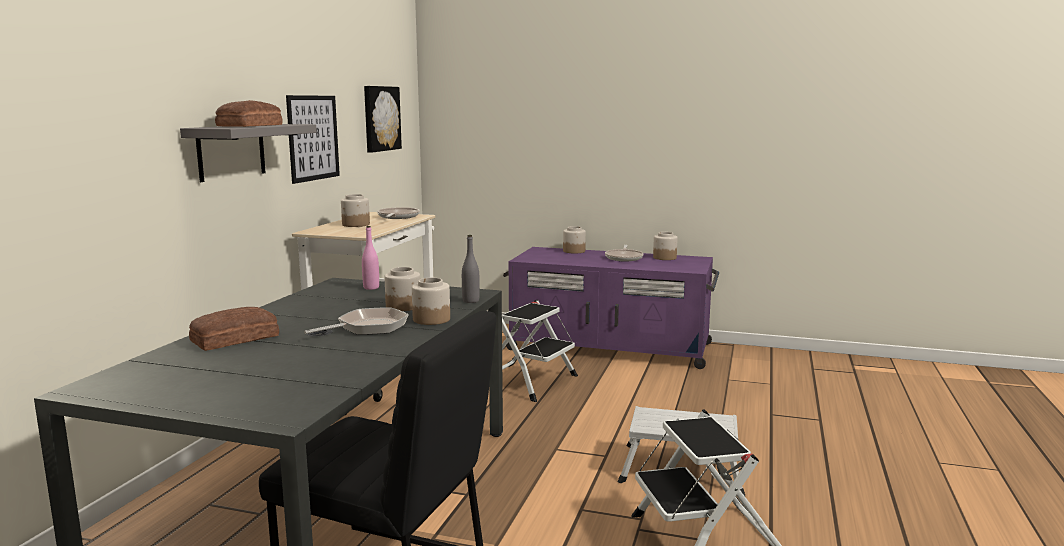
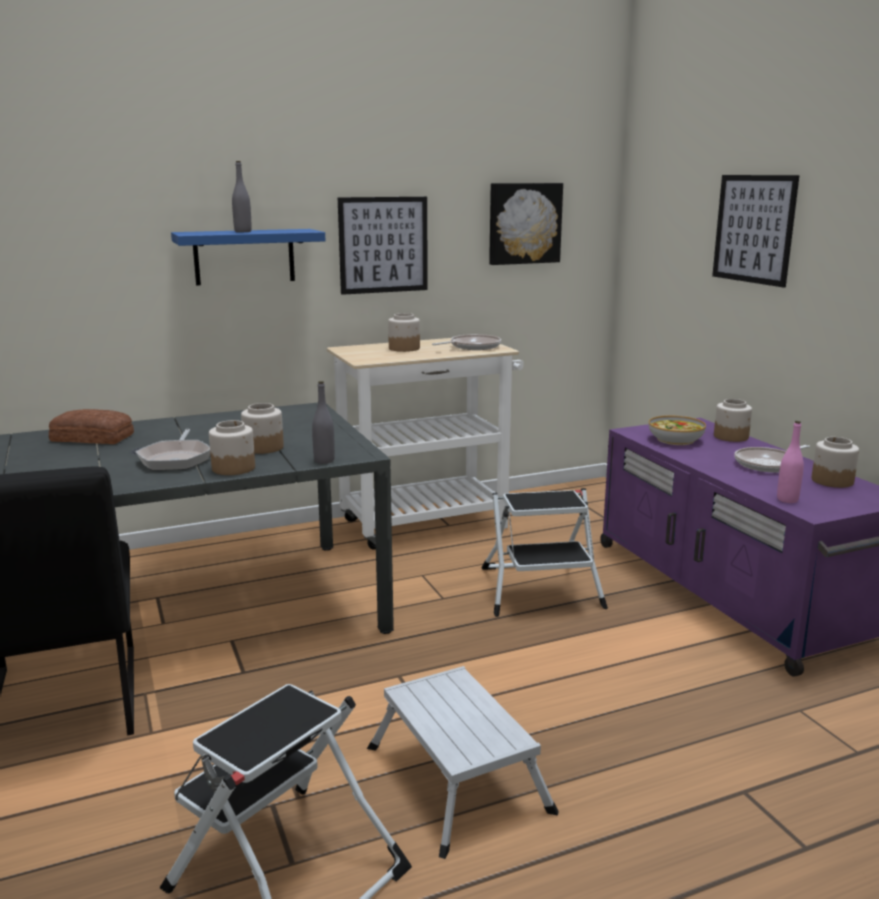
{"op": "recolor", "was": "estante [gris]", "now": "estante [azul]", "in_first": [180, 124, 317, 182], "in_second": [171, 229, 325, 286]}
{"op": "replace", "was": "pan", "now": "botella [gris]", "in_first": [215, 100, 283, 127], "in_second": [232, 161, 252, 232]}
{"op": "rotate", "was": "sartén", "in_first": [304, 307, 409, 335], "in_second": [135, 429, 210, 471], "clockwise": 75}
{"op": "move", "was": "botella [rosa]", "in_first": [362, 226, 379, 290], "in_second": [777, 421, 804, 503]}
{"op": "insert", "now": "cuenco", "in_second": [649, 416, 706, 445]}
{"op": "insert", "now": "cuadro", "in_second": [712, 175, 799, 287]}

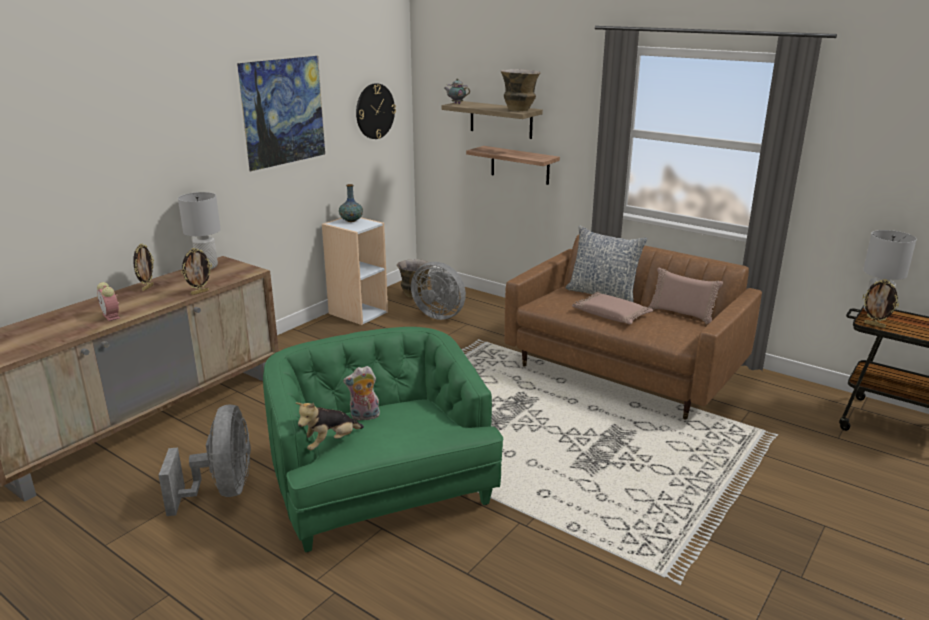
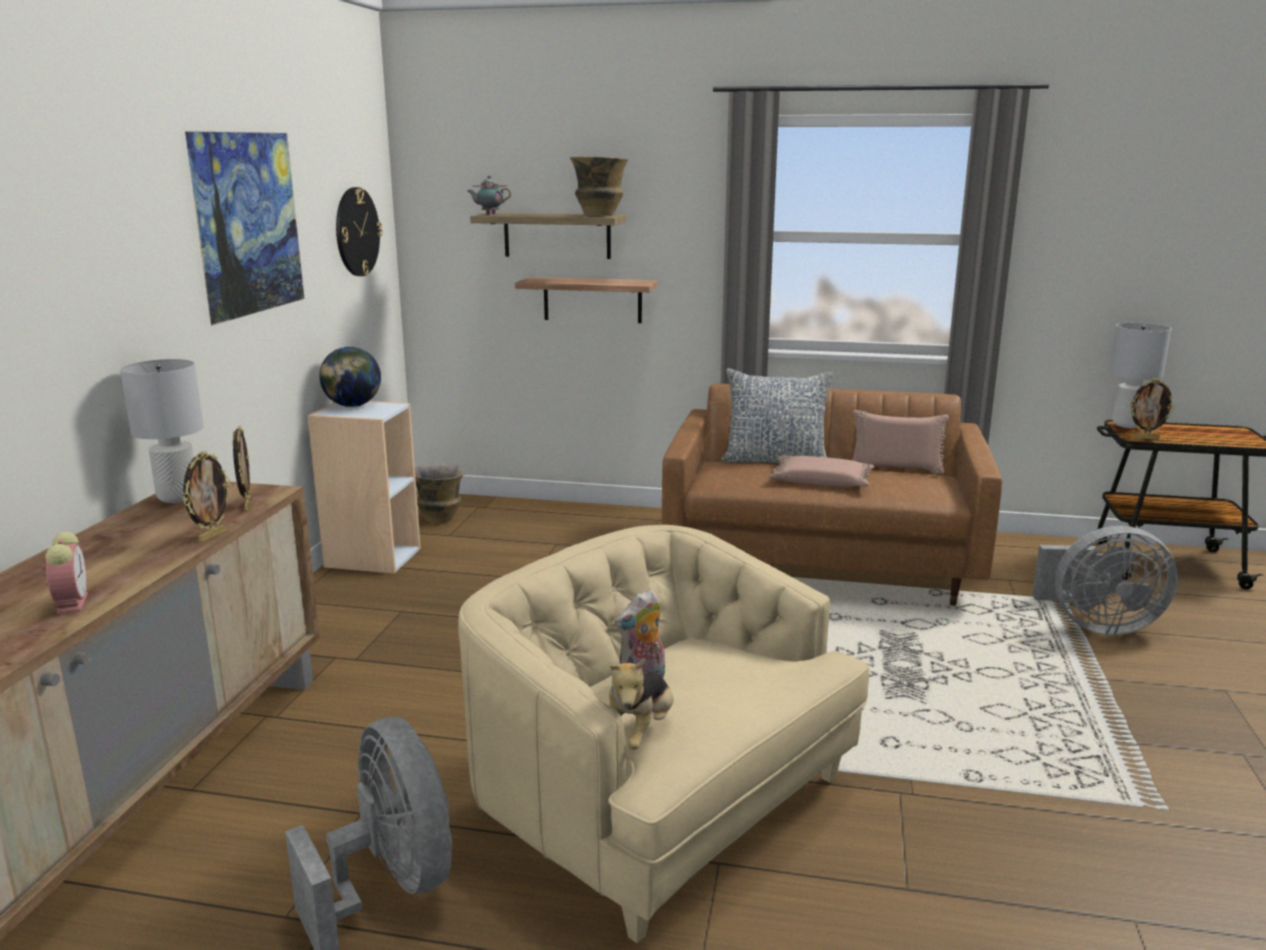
{"op": "rotate", "was": "despertador", "in_first": [97, 282, 120, 321], "in_second": [42, 532, 88, 614], "clockwise": -135}
{"op": "move", "was": "portarretratos", "in_first": [133, 244, 154, 291], "in_second": [233, 426, 252, 511]}
{"op": "recolor", "was": "sillón [verde]", "now": "sillón [beis]", "in_first": [263, 327, 503, 552], "in_second": [458, 525, 869, 943]}
{"op": "replace", "was": "florero", "now": "globo terráqueo", "in_first": [339, 184, 363, 222], "in_second": [319, 347, 381, 407]}
{"op": "move", "was": "ventilador [gris]", "in_first": [411, 262, 466, 320], "in_second": [1032, 526, 1178, 635]}

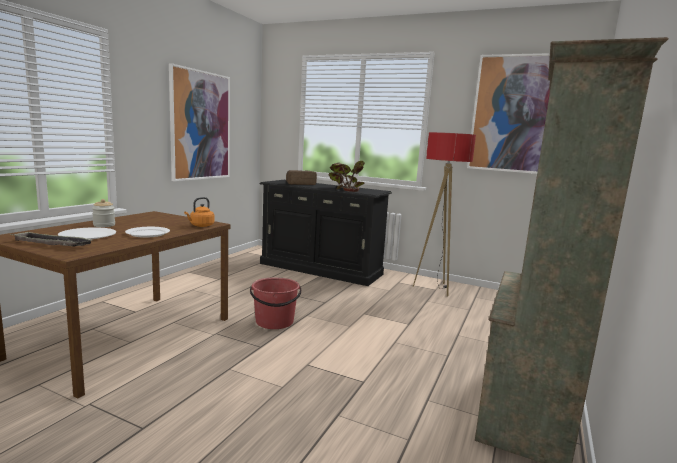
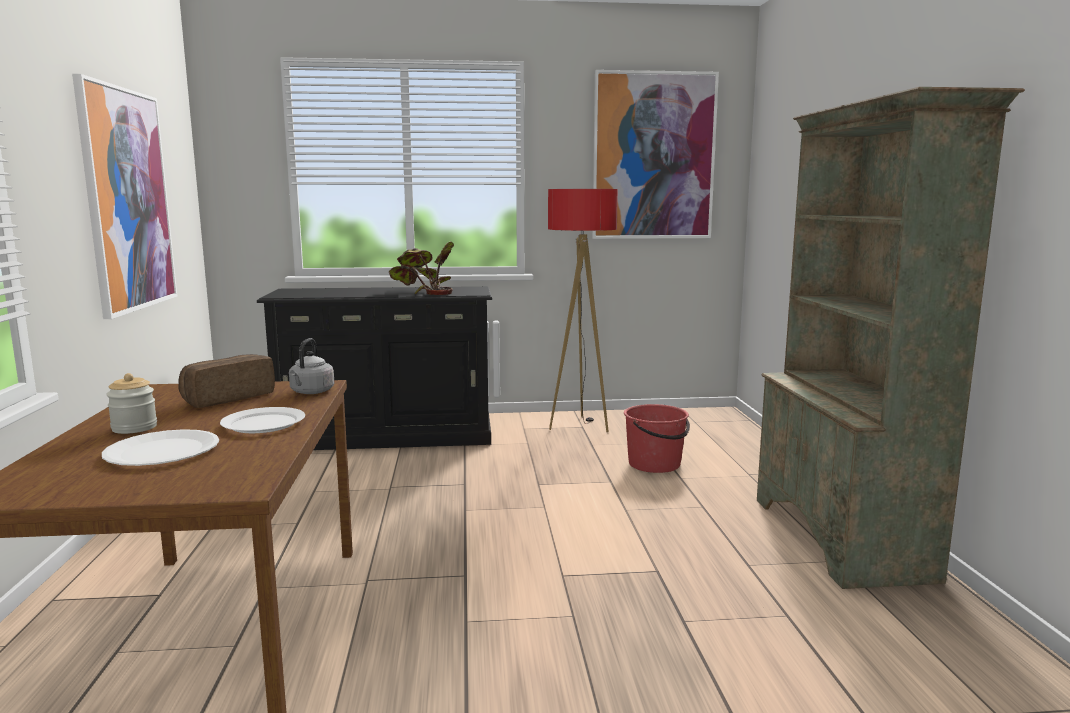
{"op": "delete", "was": "bandeja", "in_first": [10, 231, 91, 247]}
{"op": "recolor", "was": "hervidor [naranja]", "now": "hervidor [gris]", "in_first": [184, 197, 214, 227], "in_second": [289, 338, 334, 394]}
{"op": "move", "was": "cubo [rojo]", "in_first": [250, 277, 301, 329], "in_second": [624, 404, 690, 473]}
{"op": "move", "was": "pan", "in_first": [286, 170, 317, 185], "in_second": [178, 354, 275, 408]}

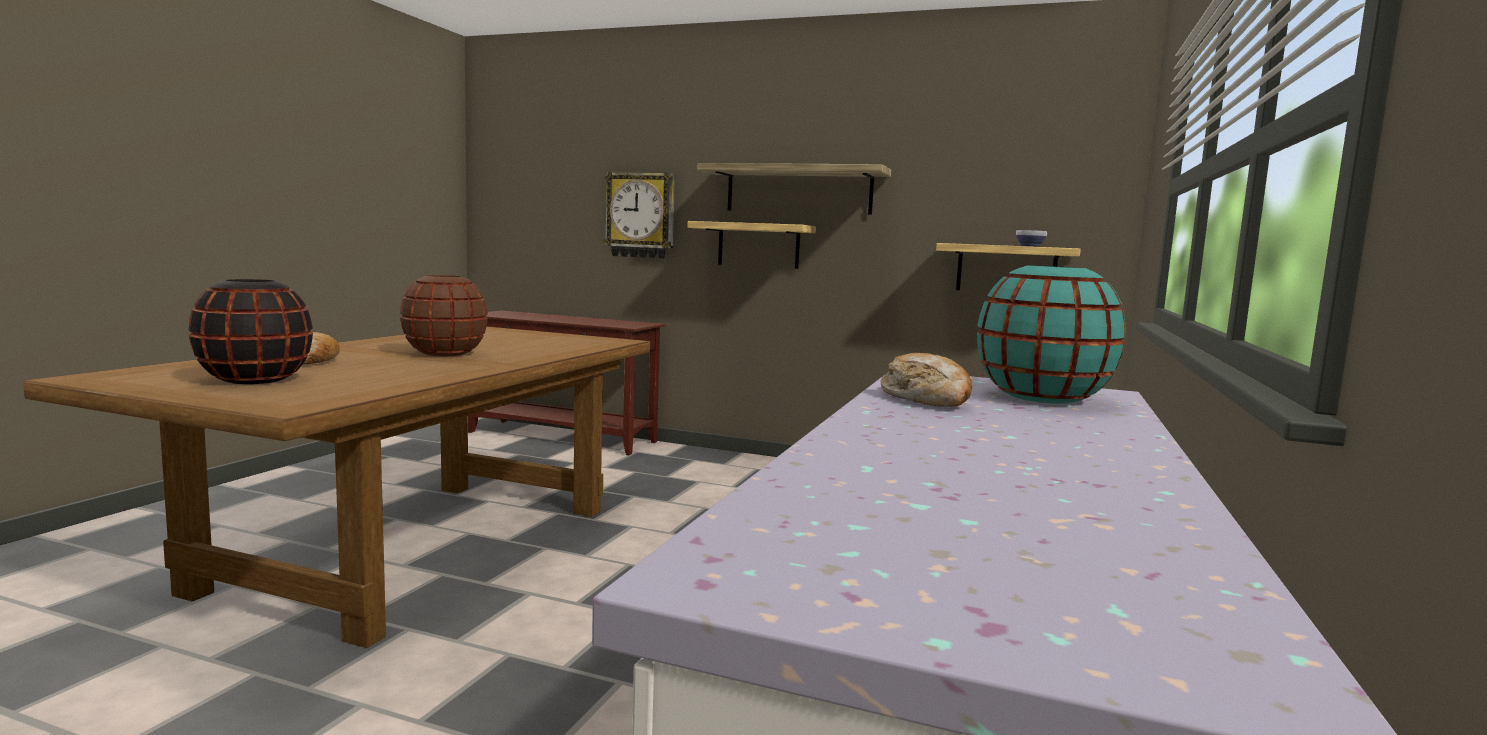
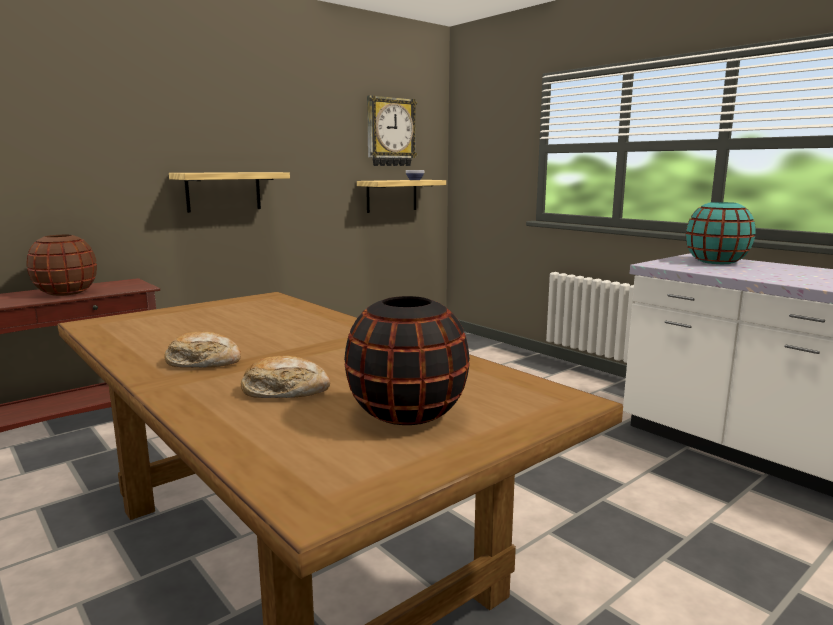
{"op": "move", "was": "florero [marrón]", "in_first": [400, 275, 488, 356], "in_second": [27, 235, 97, 296]}
{"op": "move", "was": "reloj de pared", "in_first": [604, 172, 675, 259], "in_second": [367, 95, 417, 166]}
{"op": "delete", "was": "estante", "in_first": [697, 163, 891, 215]}
{"op": "move", "was": "pan", "in_first": [880, 353, 972, 407], "in_second": [164, 332, 241, 368]}

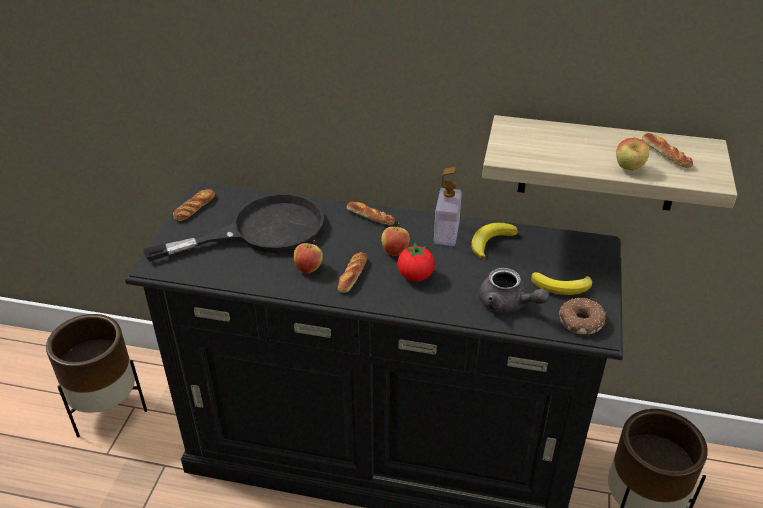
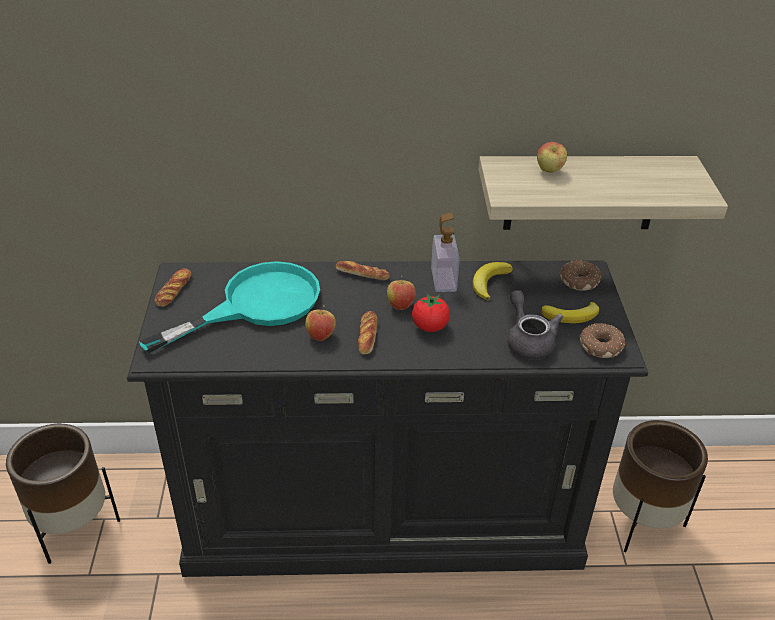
{"op": "recolor", "was": "sartén [negro]", "now": "sartén [turquesa]", "in_first": [143, 193, 324, 261], "in_second": [139, 261, 320, 354]}
{"op": "rotate", "was": "tetera [gris]", "in_first": [479, 268, 549, 313], "in_second": [507, 290, 563, 359], "clockwise": -135}
{"op": "move", "was": "manzana", "in_first": [616, 138, 649, 170], "in_second": [537, 142, 567, 173]}
{"op": "delete", "was": "pan", "in_first": [642, 133, 693, 168]}
{"op": "insert", "now": "rosquilla", "in_second": [559, 260, 602, 291]}

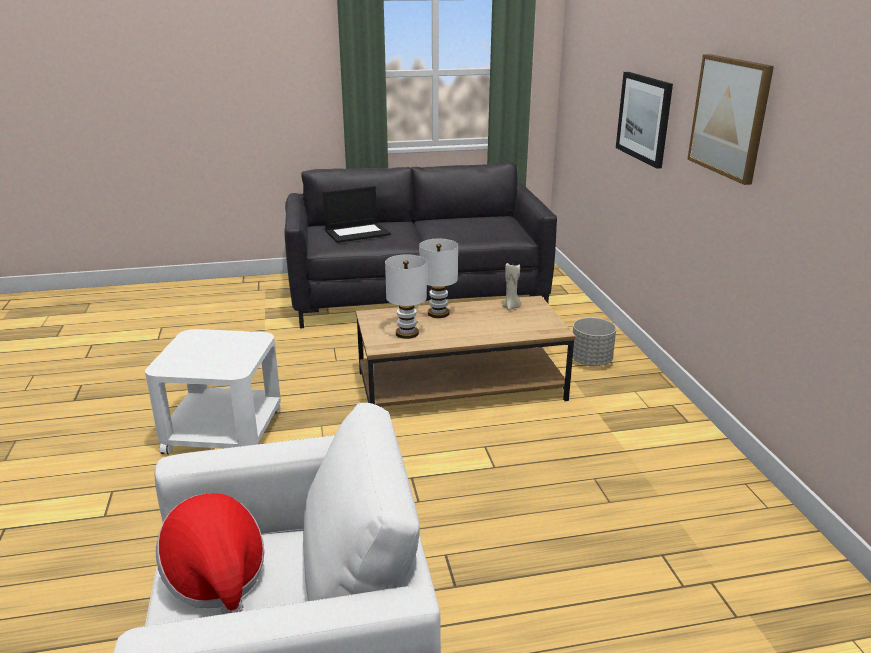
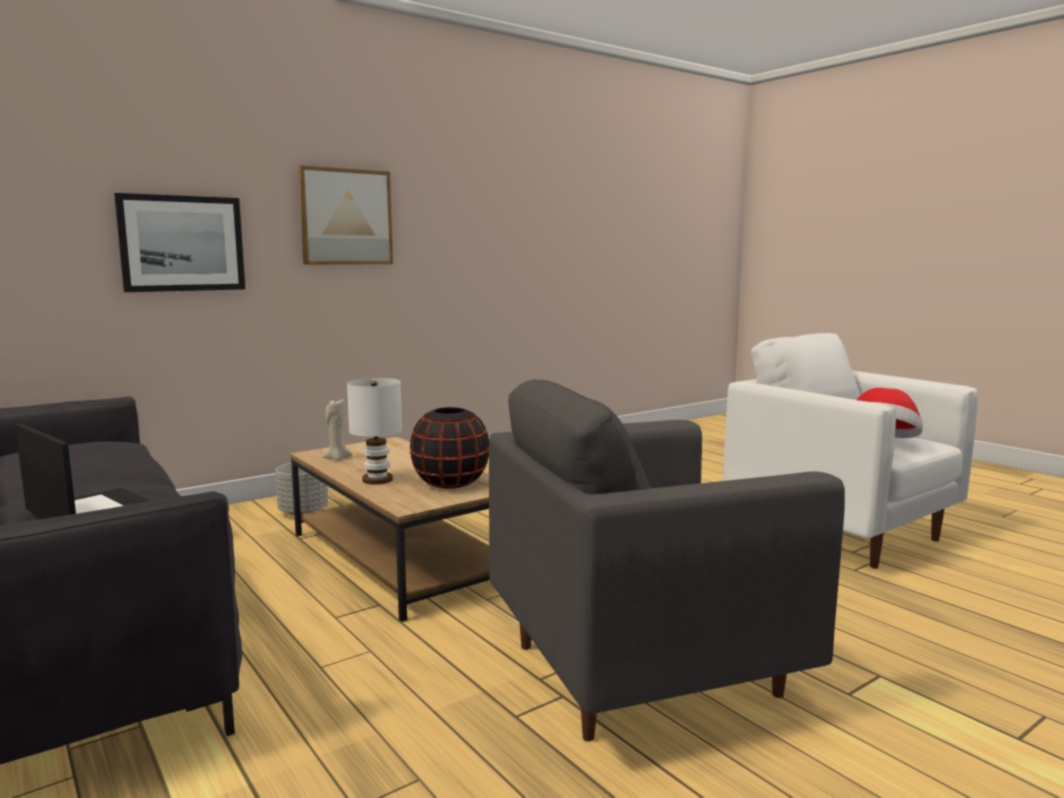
{"op": "replace", "was": "mesa auxiliar [blanco]", "now": "sillón [gris]", "in_first": [145, 329, 281, 455], "in_second": [489, 379, 845, 741]}
{"op": "replace", "was": "lámpara de mesa [blanco]", "now": "florero [negro]", "in_first": [385, 254, 427, 339], "in_second": [410, 407, 489, 489]}

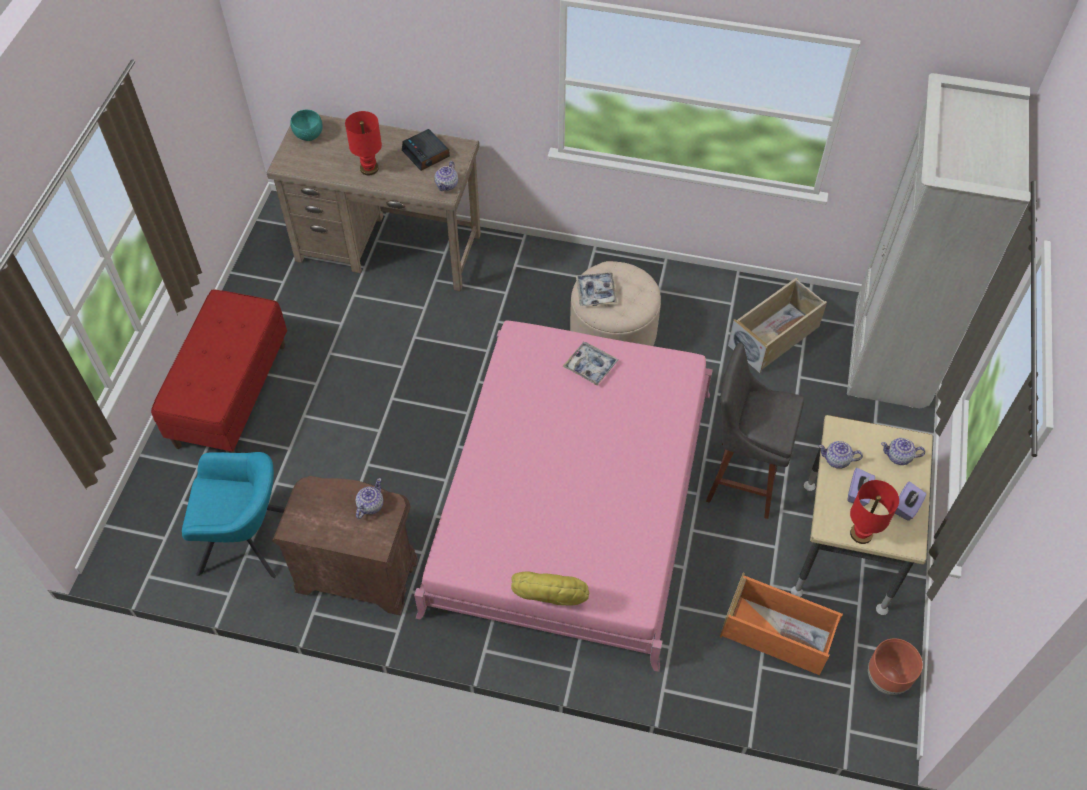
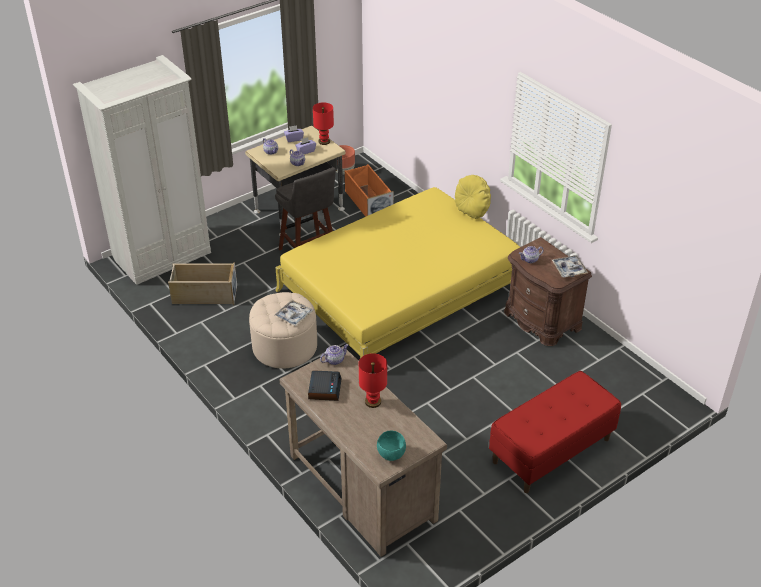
{"op": "delete", "was": "sillón [turquesa]", "in_first": [182, 452, 285, 578]}
{"op": "recolor", "was": "cama [rosa]", "now": "cama [amarillo]", "in_first": [414, 321, 713, 672], "in_second": [275, 187, 520, 358]}
{"op": "move", "was": "bandeja", "in_first": [563, 342, 618, 386], "in_second": [552, 255, 588, 278]}

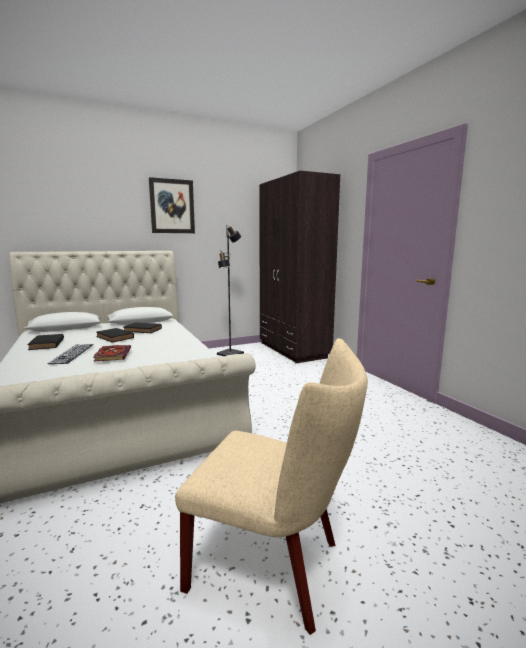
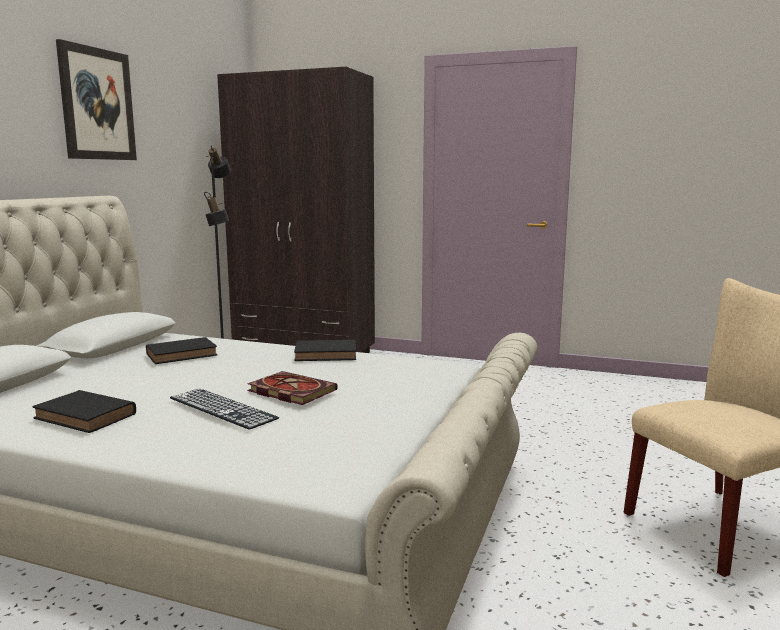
{"op": "move", "was": "libro [negro]", "in_first": [96, 328, 134, 343], "in_second": [294, 340, 356, 361]}

